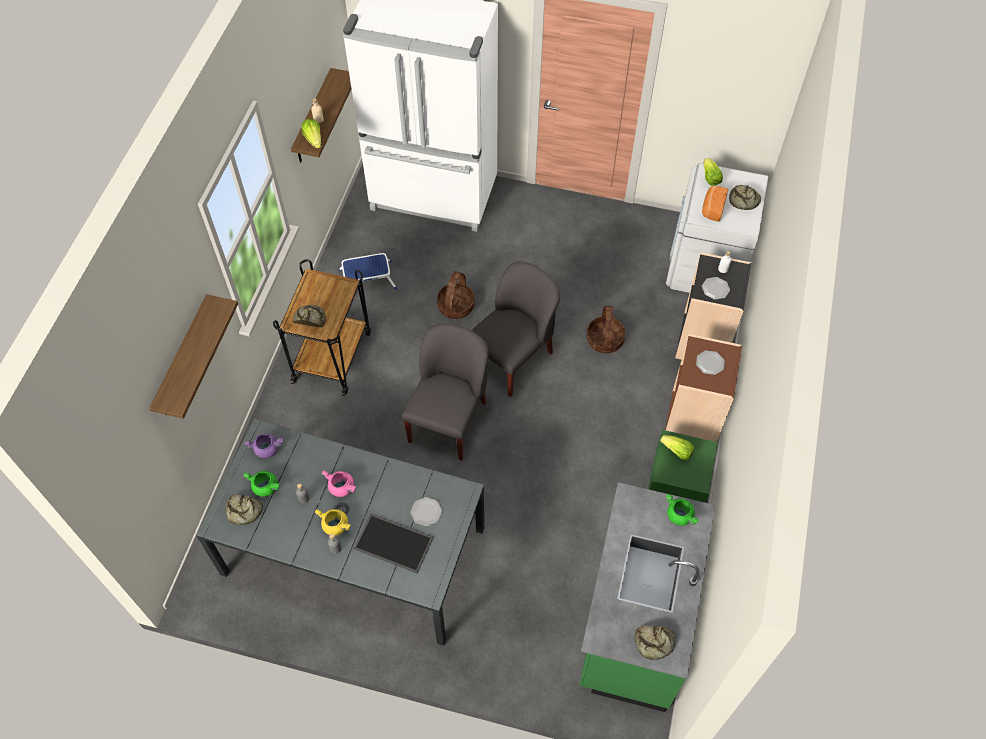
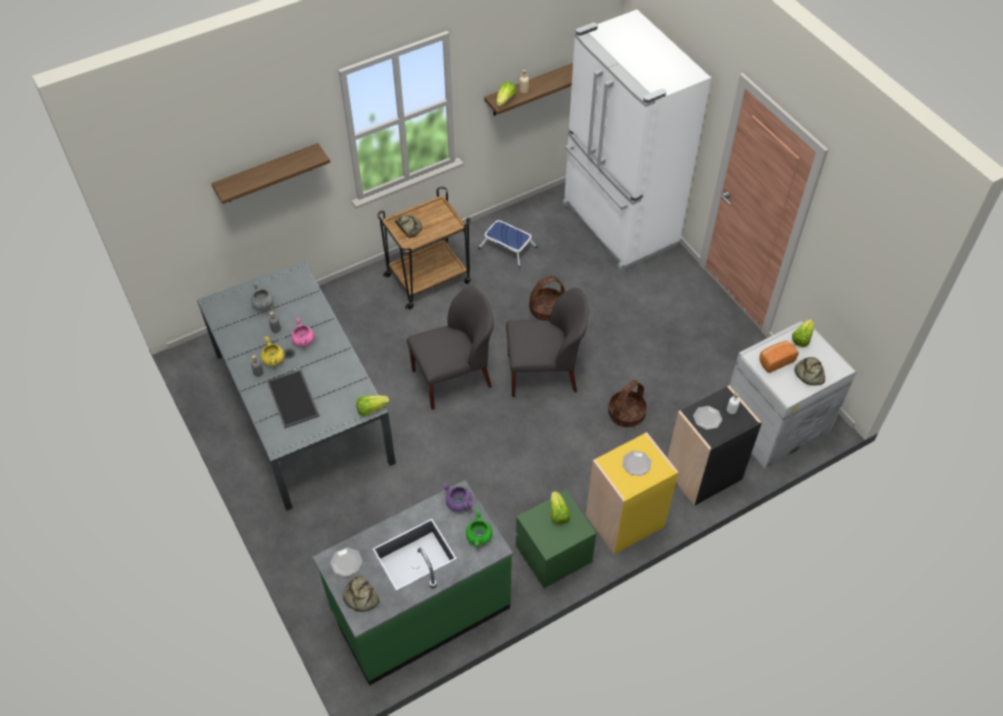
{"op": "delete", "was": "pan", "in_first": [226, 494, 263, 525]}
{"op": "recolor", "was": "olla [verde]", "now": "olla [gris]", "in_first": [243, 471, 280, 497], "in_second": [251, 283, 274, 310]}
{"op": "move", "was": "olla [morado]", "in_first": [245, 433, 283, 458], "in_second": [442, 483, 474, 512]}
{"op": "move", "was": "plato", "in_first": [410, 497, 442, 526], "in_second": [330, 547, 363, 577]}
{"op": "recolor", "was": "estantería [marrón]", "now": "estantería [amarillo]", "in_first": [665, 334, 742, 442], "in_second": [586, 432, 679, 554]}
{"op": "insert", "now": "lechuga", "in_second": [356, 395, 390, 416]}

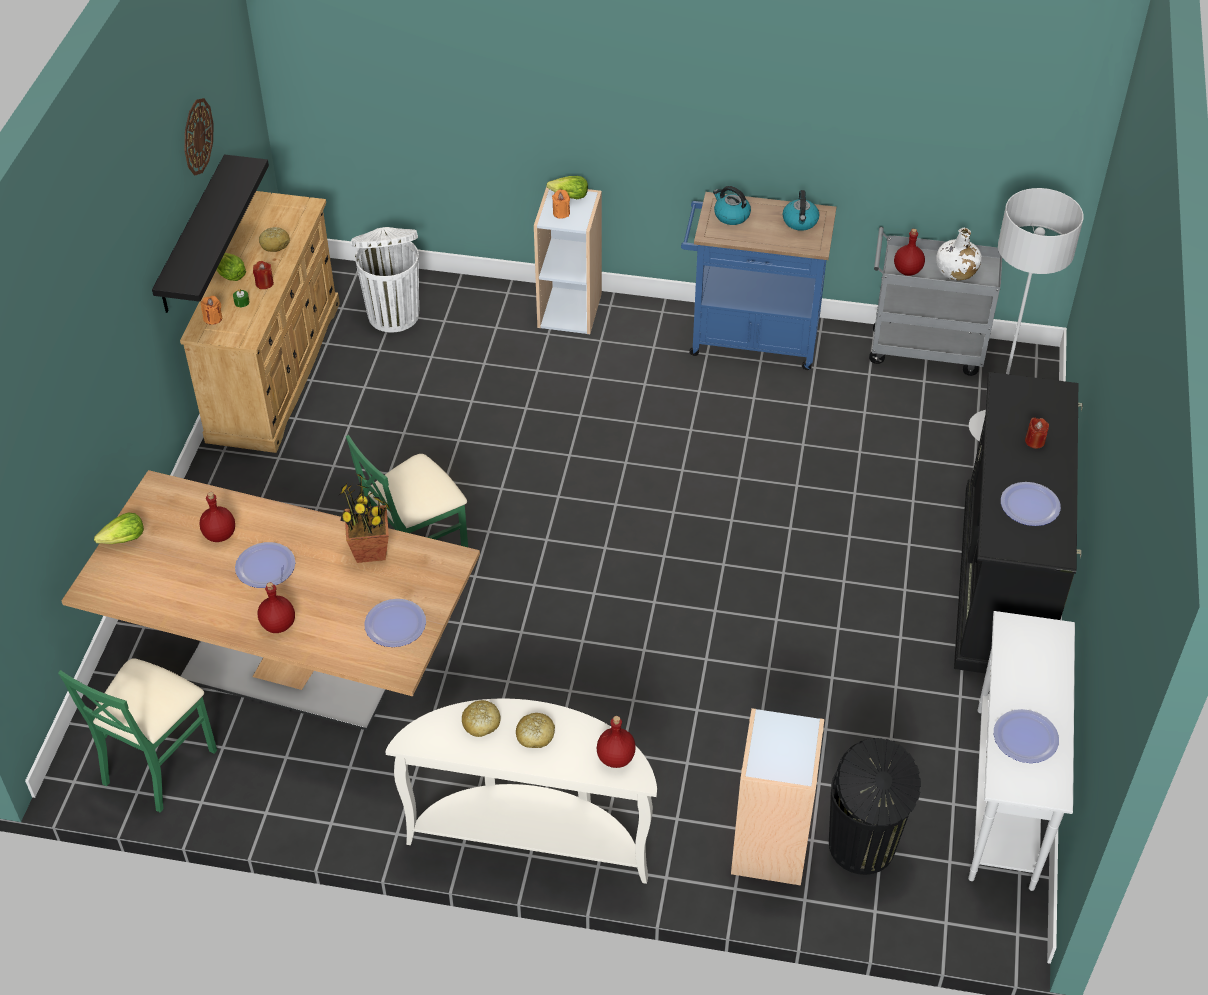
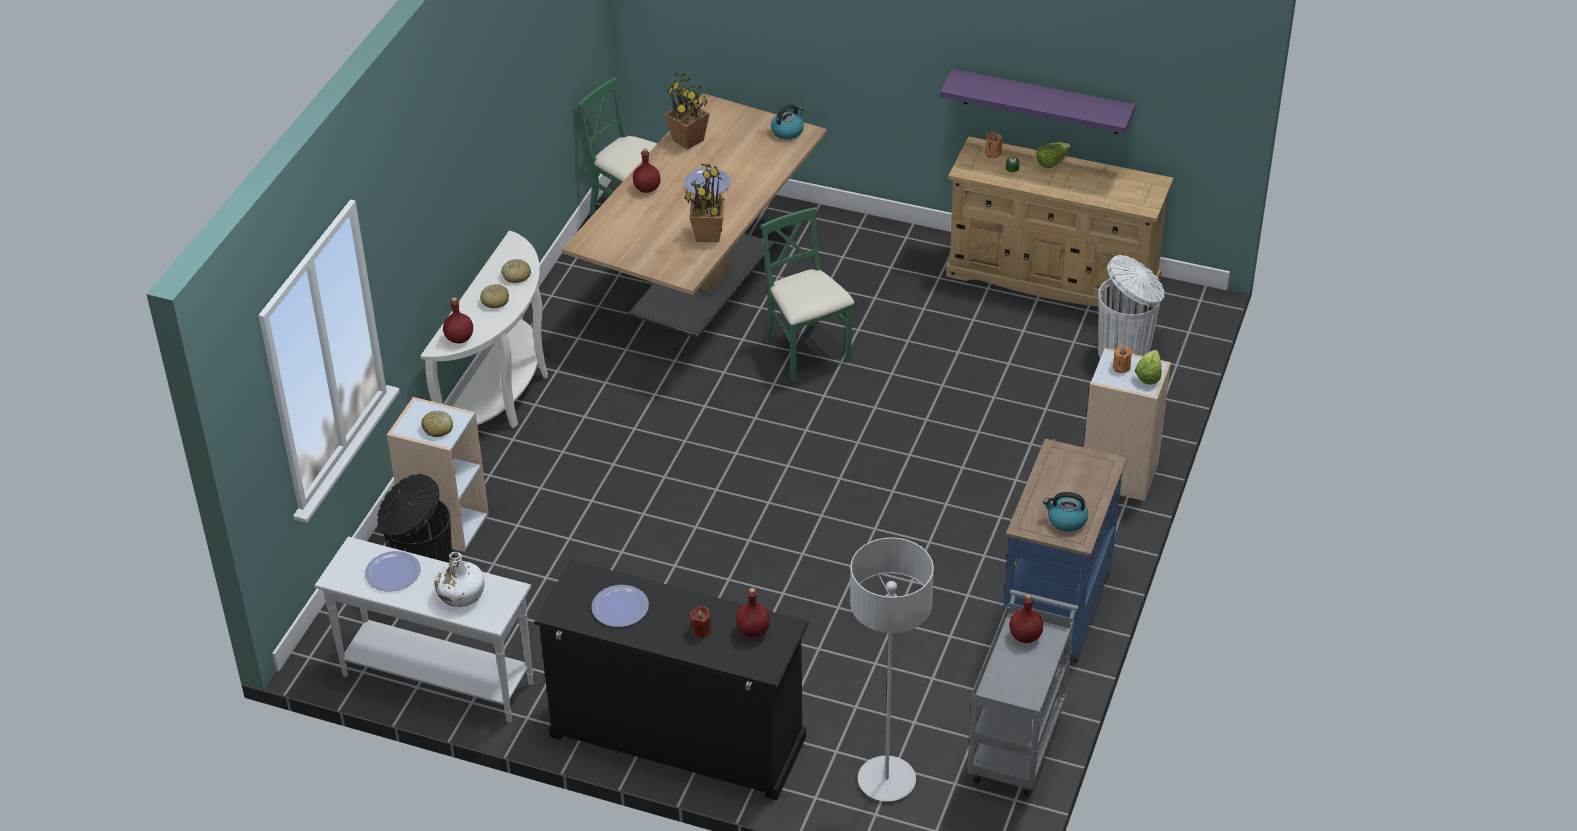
{"op": "delete", "was": "lechuga", "in_first": [94, 513, 144, 544]}
{"op": "recolor", "was": "estante [negro]", "now": "estante [morado]", "in_first": [152, 154, 269, 313], "in_second": [940, 69, 1136, 134]}
{"op": "delete", "was": "reloj de pared", "in_first": [185, 98, 214, 175]}
{"op": "move", "was": "botella [rojo]", "in_first": [199, 492, 235, 542], "in_second": [736, 588, 770, 638]}
{"op": "delete", "was": "vela [rojo]", "in_first": [253, 261, 274, 289]}
{"op": "move", "was": "pan", "in_first": [259, 227, 290, 252], "in_second": [421, 411, 453, 437]}
{"op": "delete", "was": "plato", "in_first": [364, 599, 426, 647]}
{"op": "move", "was": "hervidor", "in_first": [713, 186, 751, 225], "in_second": [771, 104, 804, 139]}
{"op": "move", "was": "botella [blanco]", "in_first": [936, 228, 982, 281], "in_second": [434, 551, 485, 607]}
{"op": "insert", "now": "planta en maceta", "in_second": [664, 73, 710, 150]}

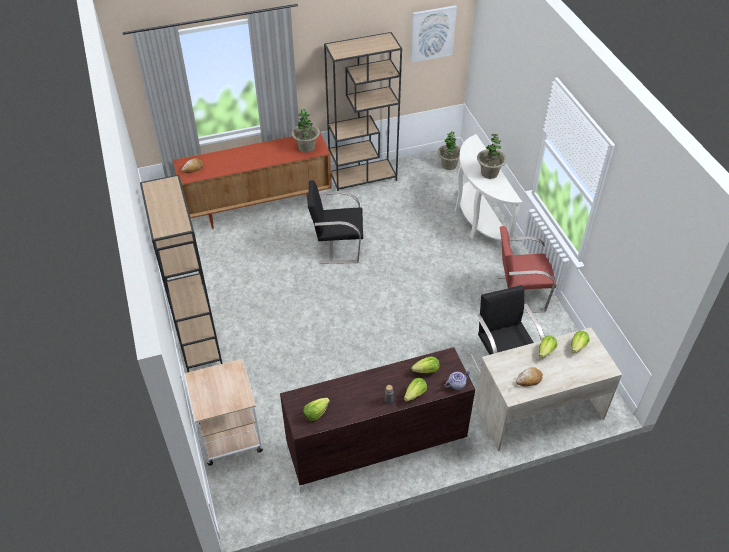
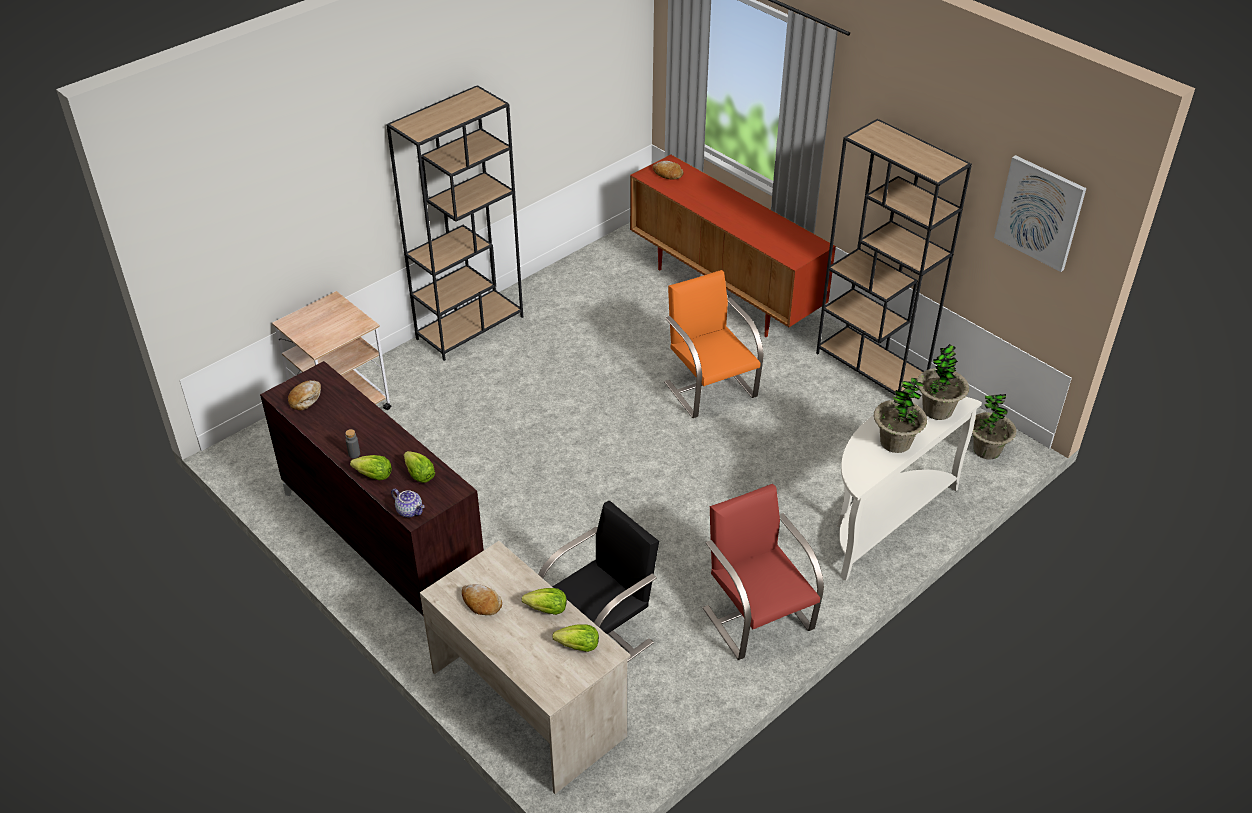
{"op": "move", "was": "planta en maceta", "in_first": [291, 109, 320, 153], "in_second": [917, 344, 969, 420]}
{"op": "replace", "was": "lechuga", "now": "pan", "in_first": [303, 398, 330, 421], "in_second": [288, 380, 321, 411]}
{"op": "recolor", "was": "silla [negro]", "now": "silla [naranja]", "in_first": [308, 180, 363, 264], "in_second": [664, 270, 764, 418]}

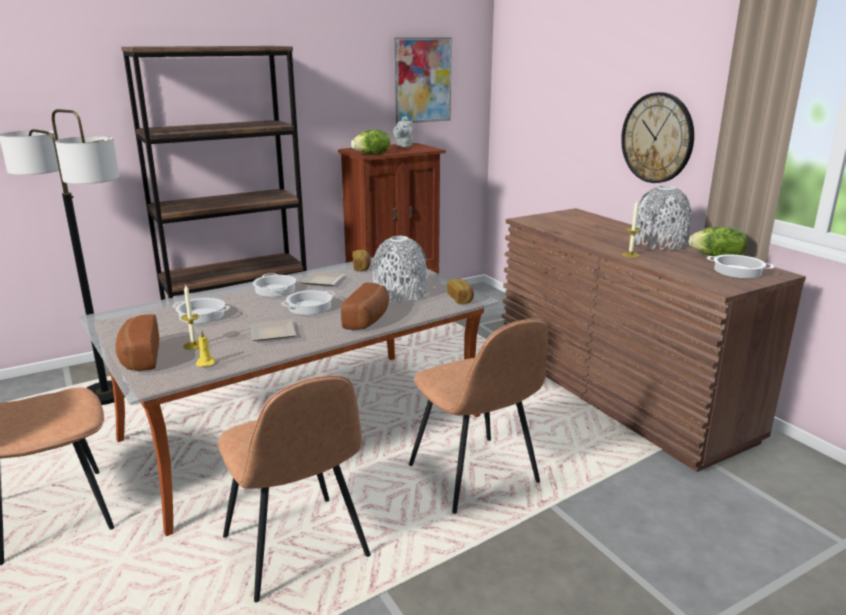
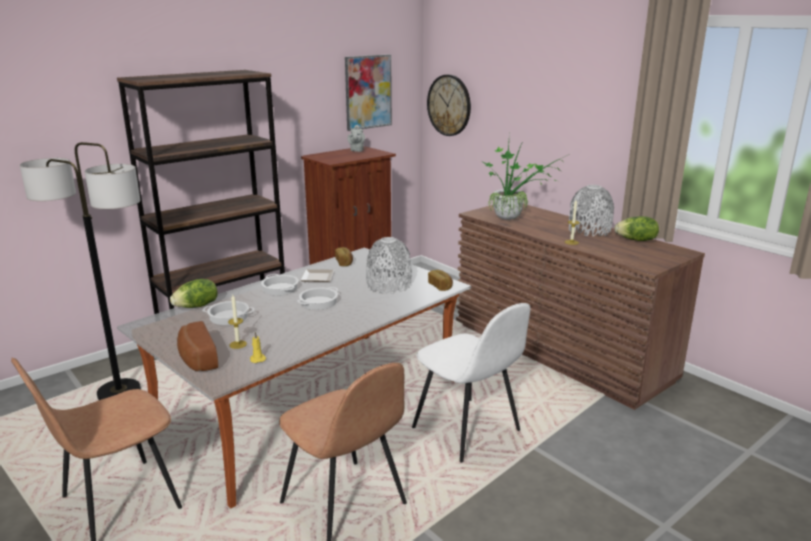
{"op": "delete", "was": "plato", "in_first": [250, 320, 296, 341]}
{"op": "delete", "was": "pan", "in_first": [341, 283, 389, 330]}
{"op": "move", "was": "lechuga", "in_first": [351, 130, 390, 154], "in_second": [170, 279, 218, 308]}
{"op": "recolor", "was": "silla [marrón]", "now": "silla [blanco]", "in_first": [409, 319, 549, 514], "in_second": [412, 303, 530, 463]}
{"op": "move", "was": "reloj de pared", "in_first": [621, 92, 694, 183], "in_second": [427, 74, 471, 136]}
{"op": "delete", "was": "olla", "in_first": [707, 254, 774, 278]}
{"op": "insert", "now": "planta en maceta", "in_second": [482, 141, 563, 220]}

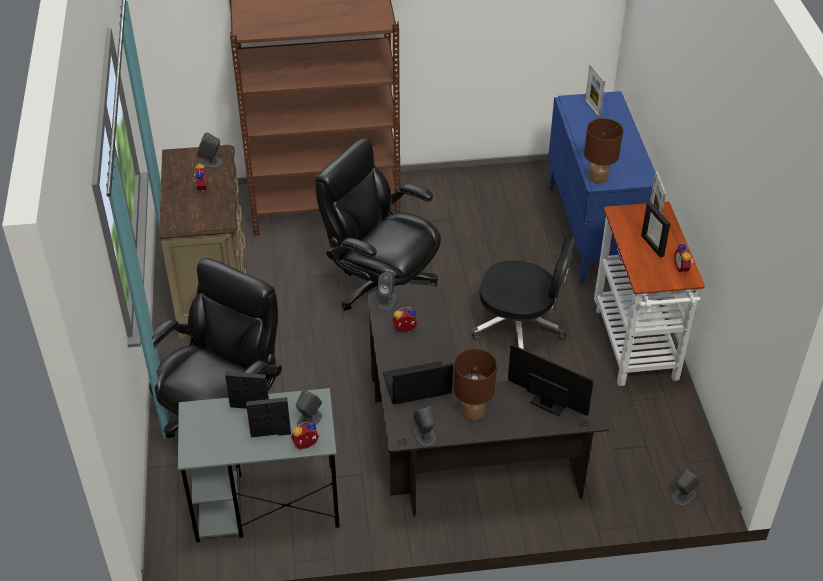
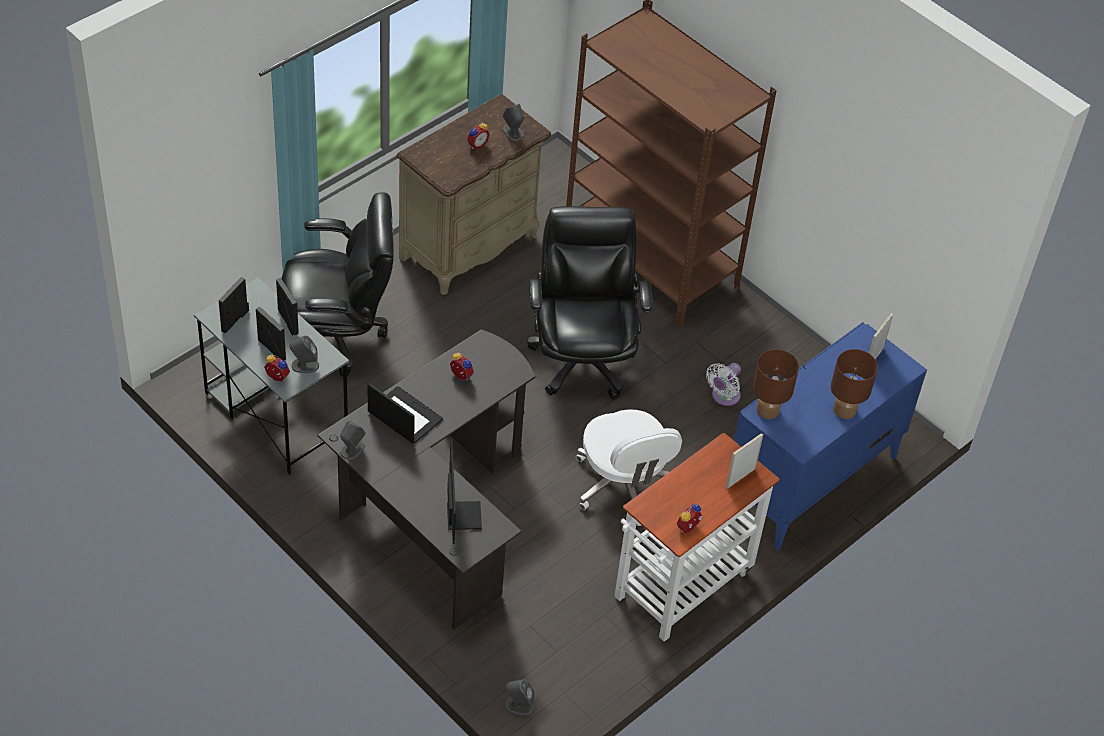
{"op": "delete", "was": "altavoz [gris]", "in_first": [377, 271, 397, 311]}
{"op": "move", "was": "lámpara de mesa [marrón]", "in_first": [454, 349, 497, 420], "in_second": [831, 349, 878, 419]}
{"op": "recolor", "was": "silla de oficina [negro]", "now": "silla de oficina [blanco]", "in_first": [472, 236, 575, 349], "in_second": [576, 409, 682, 526]}
{"op": "move", "was": "portarretratos", "in_first": [641, 202, 671, 258], "in_second": [219, 277, 249, 333]}
{"op": "insert", "now": "ventilador [blanco]", "in_second": [706, 363, 741, 406]}

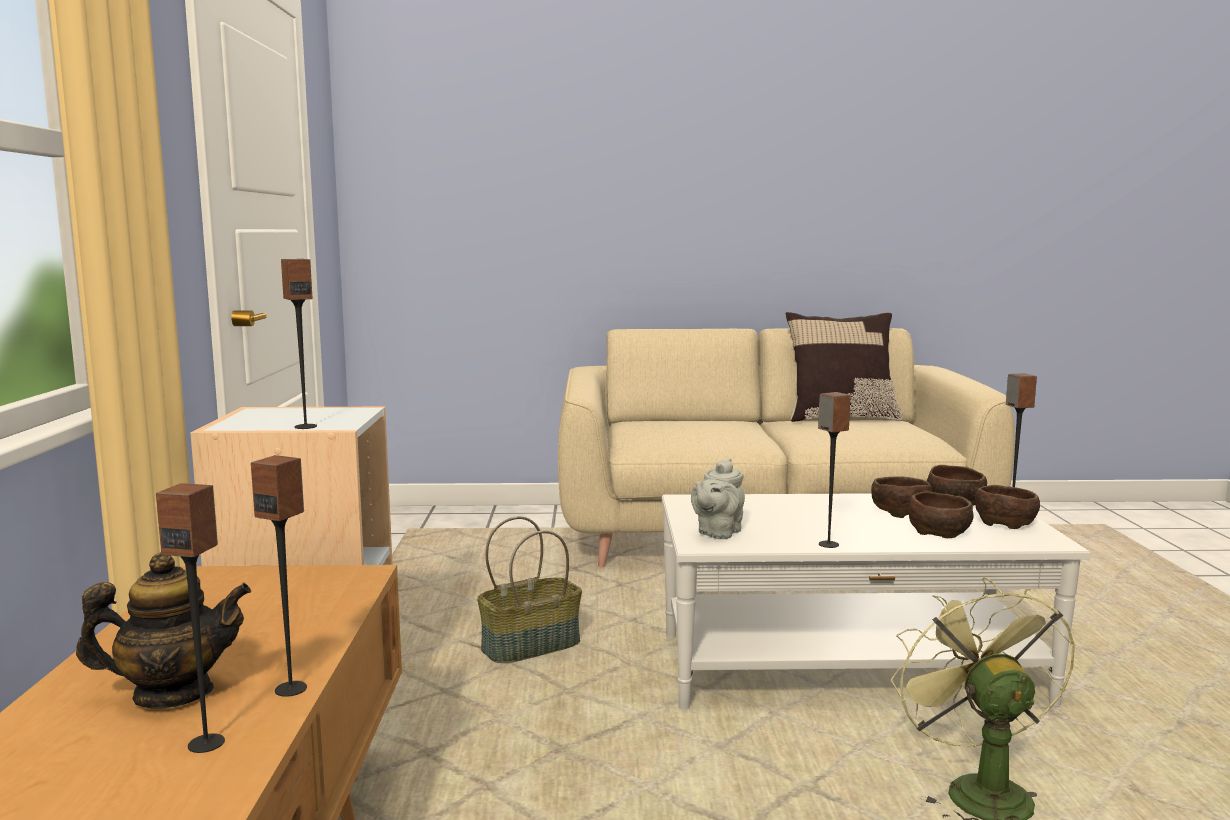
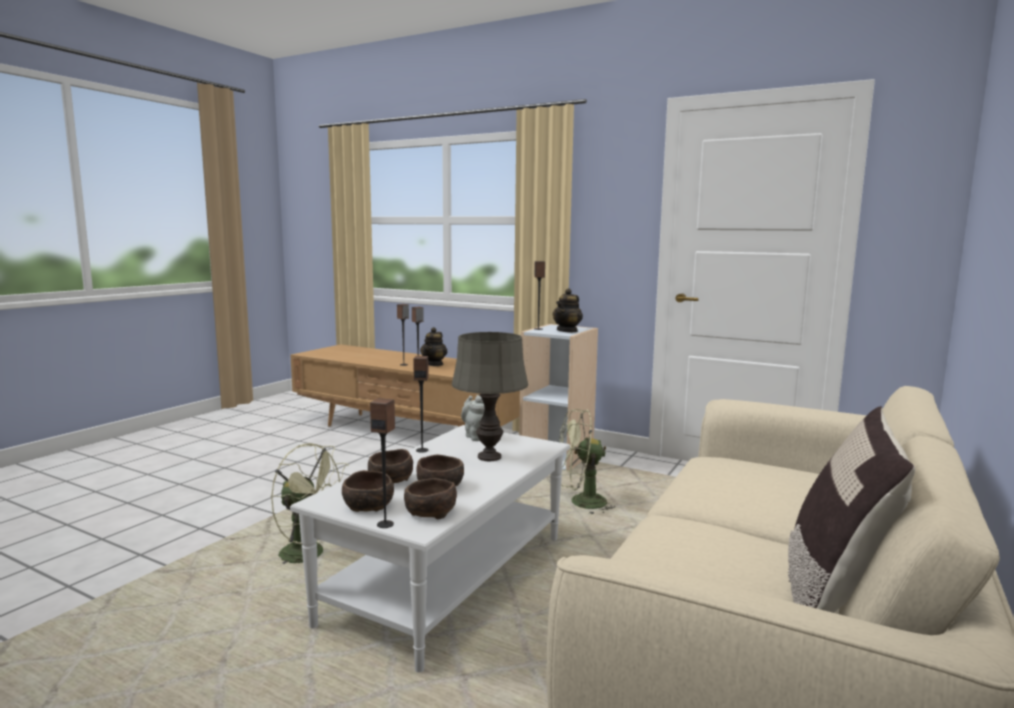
{"op": "replace", "was": "cesta", "now": "ventilador [verde]", "in_first": [477, 516, 582, 663], "in_second": [560, 409, 615, 515]}
{"op": "insert", "now": "lámpara de mesa [gris]", "in_second": [452, 332, 528, 461]}
{"op": "insert", "now": "tetera", "in_second": [552, 288, 583, 333]}

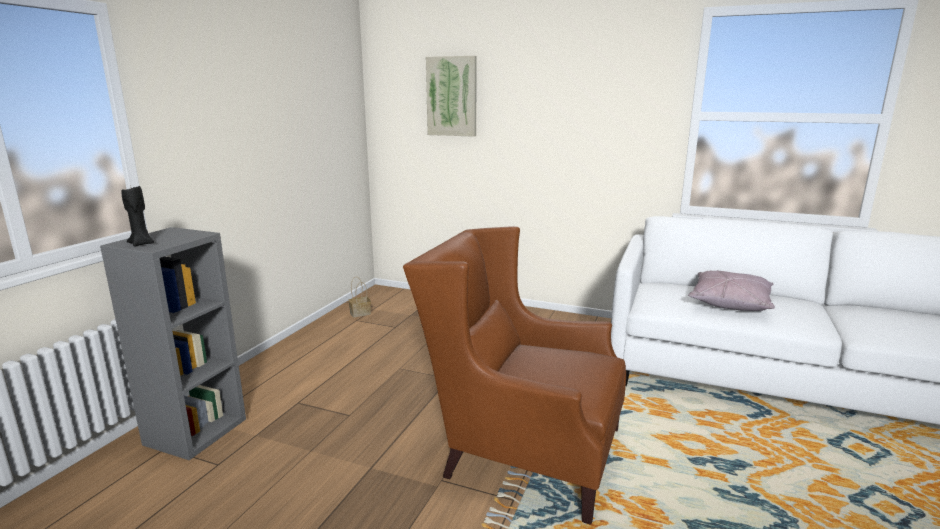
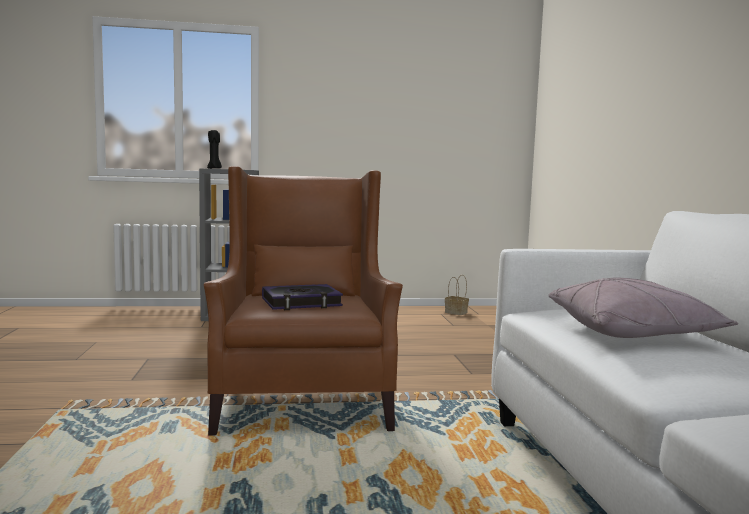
{"op": "delete", "was": "cuadro", "in_first": [426, 56, 477, 137]}
{"op": "insert", "now": "libro", "in_second": [262, 284, 343, 310]}

